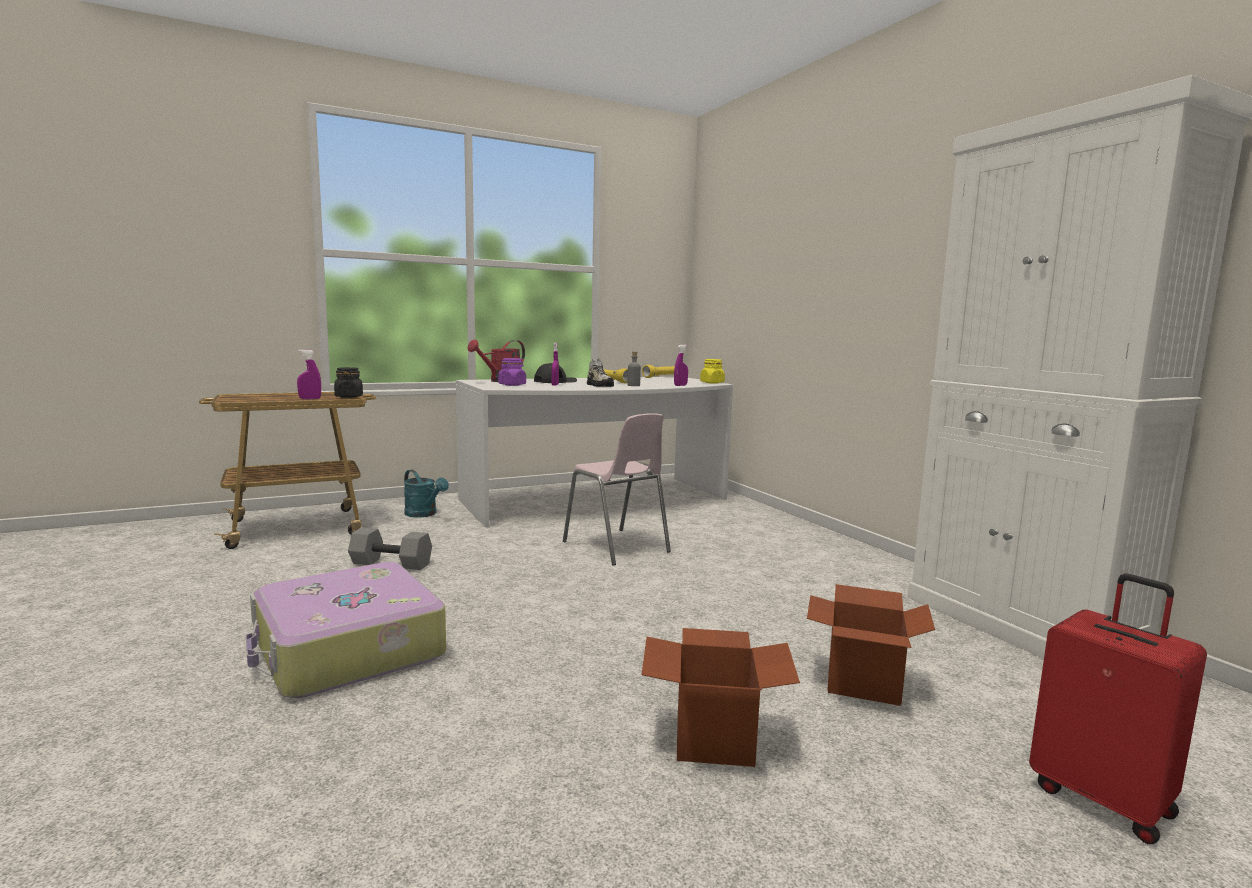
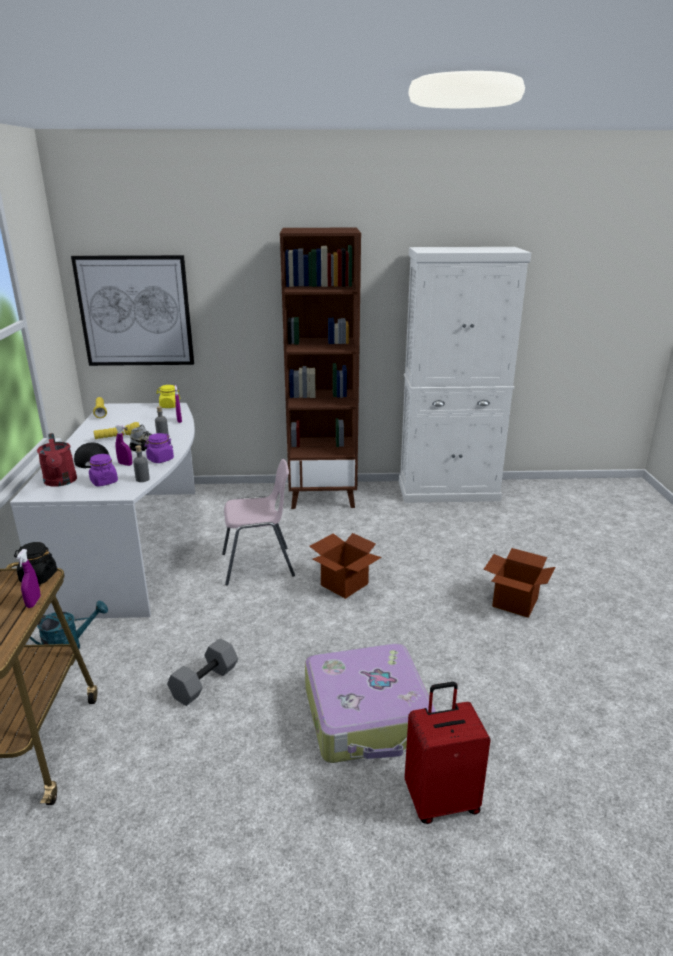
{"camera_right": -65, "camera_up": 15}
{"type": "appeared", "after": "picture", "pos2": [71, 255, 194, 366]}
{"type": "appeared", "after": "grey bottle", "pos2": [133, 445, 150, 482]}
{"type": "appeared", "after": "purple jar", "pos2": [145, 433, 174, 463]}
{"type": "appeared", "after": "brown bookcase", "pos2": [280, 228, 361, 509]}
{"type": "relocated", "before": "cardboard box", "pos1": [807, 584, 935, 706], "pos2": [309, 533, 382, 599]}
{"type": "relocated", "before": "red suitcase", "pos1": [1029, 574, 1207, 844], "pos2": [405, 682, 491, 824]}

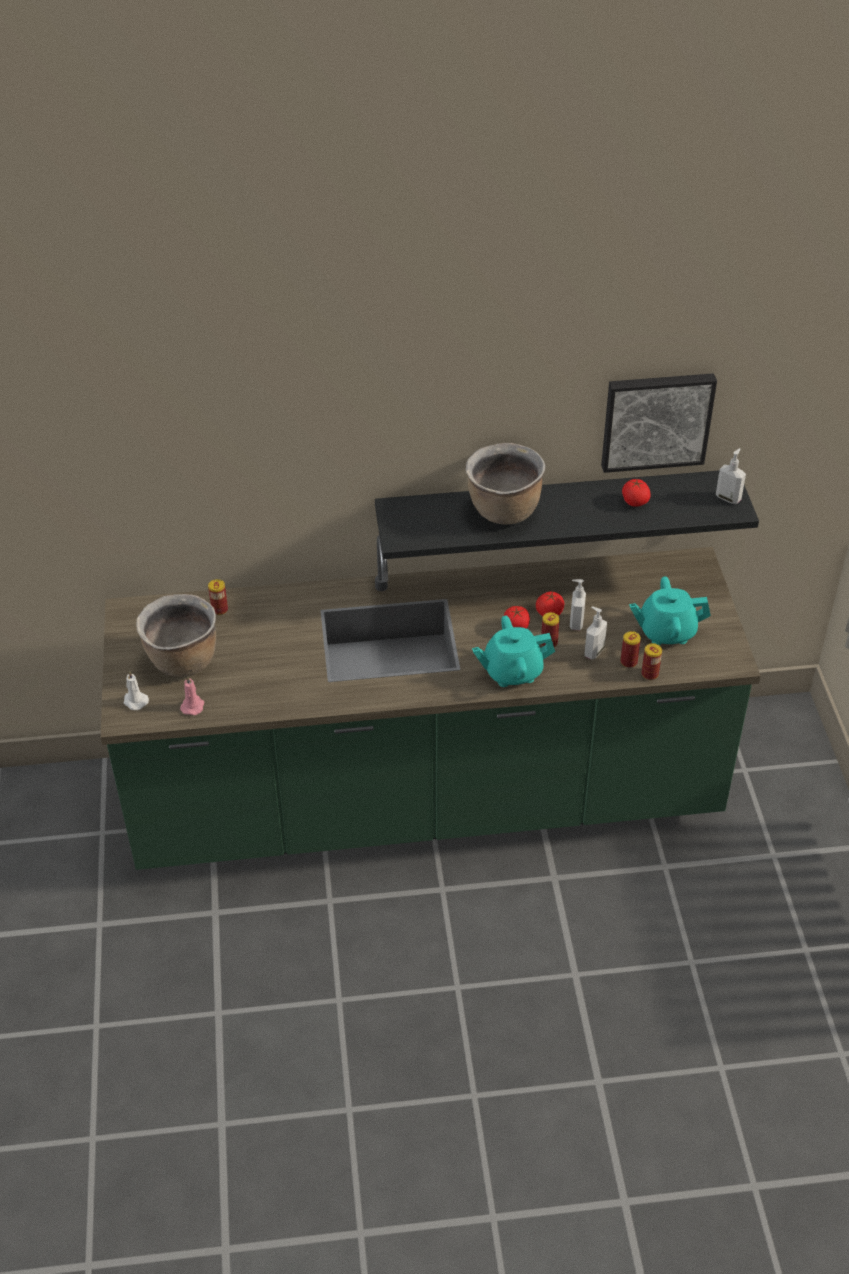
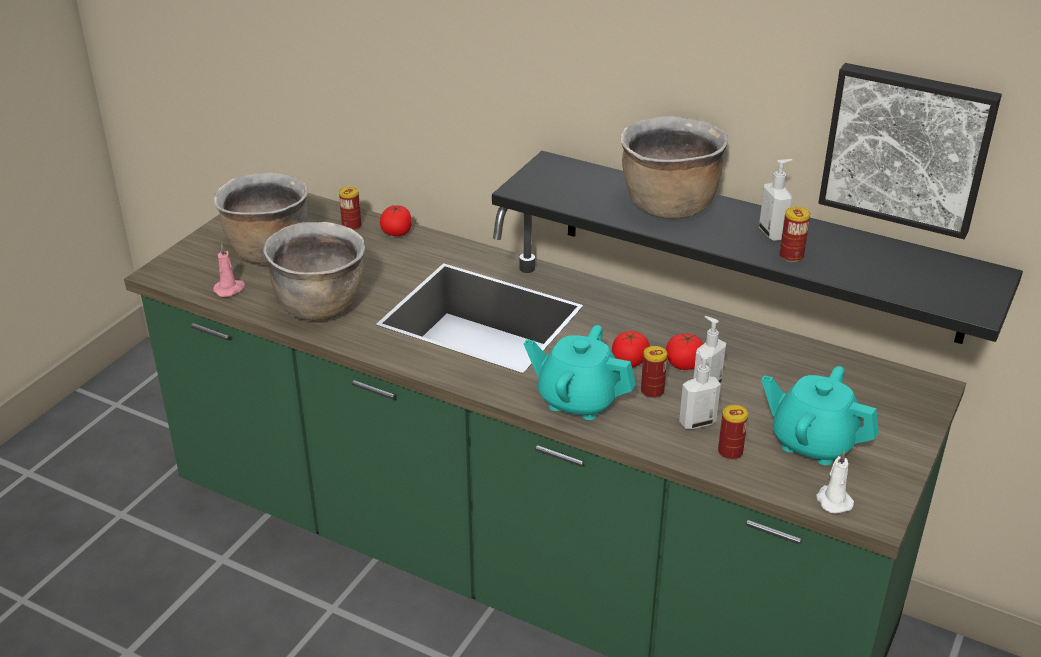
{"camera_right": 35, "camera_up": -10}
{"type": "appeared", "after": "brown cooking pot", "pos2": [263, 222, 365, 320]}
{"type": "relocated", "before": "tomato", "pos1": [622, 479, 651, 507], "pos2": [380, 206, 412, 236]}
{"type": "relocated", "before": "soap dispenser", "pos1": [716, 448, 746, 504], "pos2": [759, 159, 793, 241]}
{"type": "relocated", "before": "can", "pos1": [642, 643, 662, 680], "pos2": [780, 207, 810, 262]}
{"type": "relocated", "before": "white candle", "pos1": [124, 671, 149, 710], "pos2": [816, 451, 854, 514]}

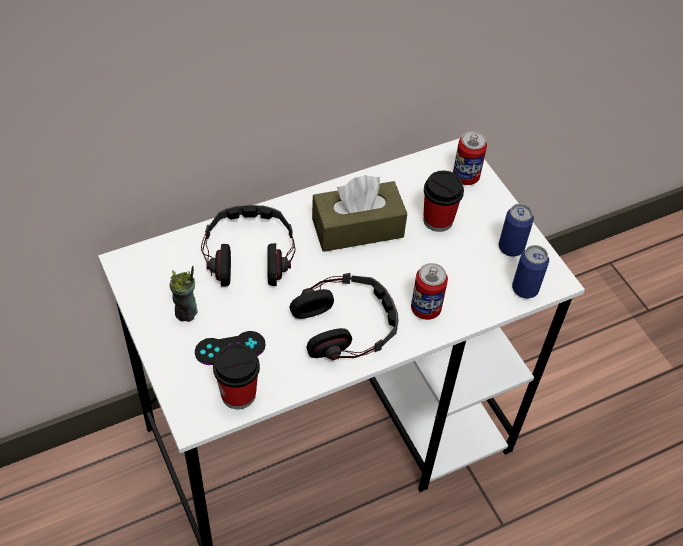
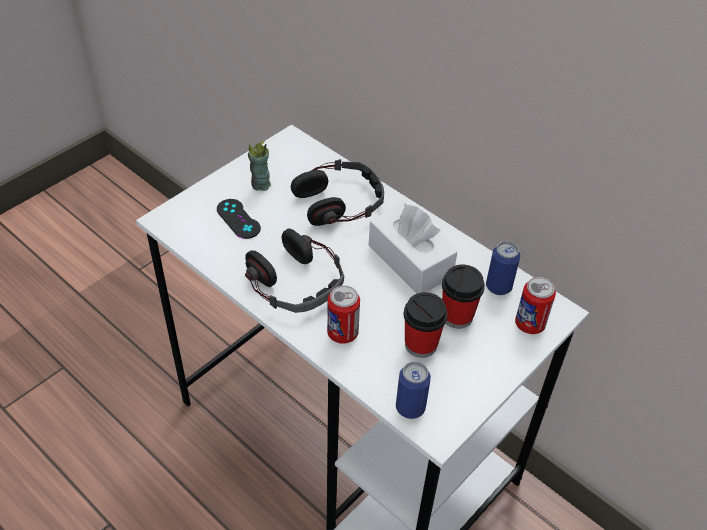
{"camera_right": 70, "camera_up": -5}
{"type": "colour", "before": "brown tissue box", "after": "white tissue box", "pos1": [312, 175, 407, 252], "pos2": [369, 204, 457, 293]}
{"type": "relocated", "before": "cup", "pos1": [213, 343, 260, 409], "pos2": [403, 292, 448, 358]}
{"type": "relocated", "before": "can", "pos1": [499, 204, 534, 257], "pos2": [486, 241, 520, 295]}

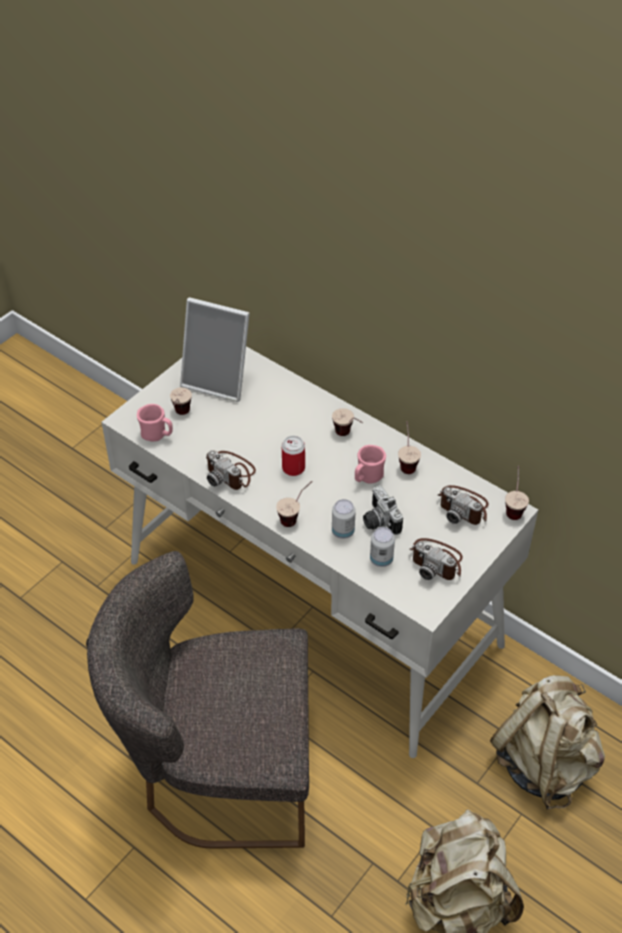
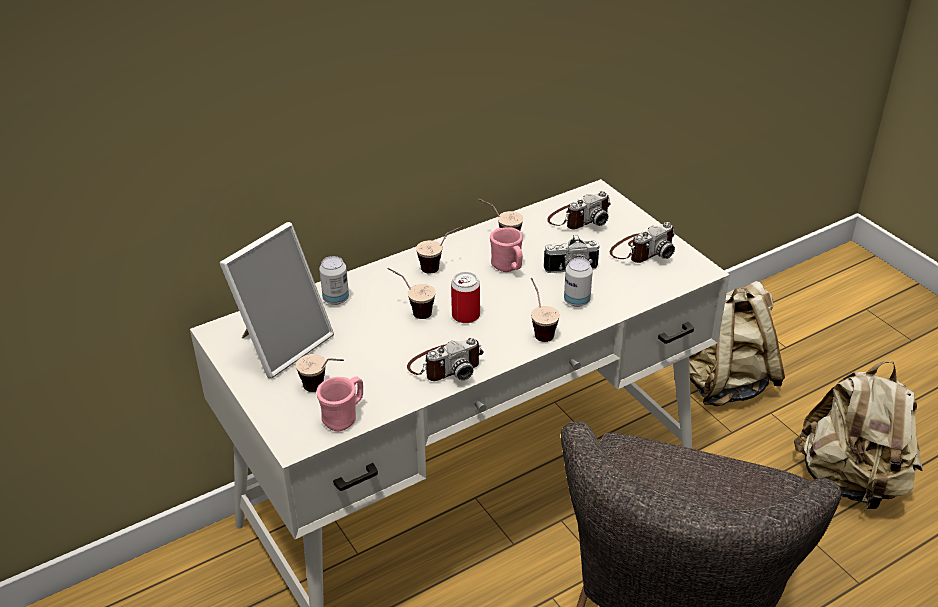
{"camera_right": -70, "camera_up": -10}
{"type": "relocated", "before": "can", "pos1": [370, 527, 395, 567], "pos2": [319, 256, 349, 305]}
{"type": "relocated", "before": "cup", "pos1": [505, 466, 529, 520], "pos2": [388, 268, 436, 319]}

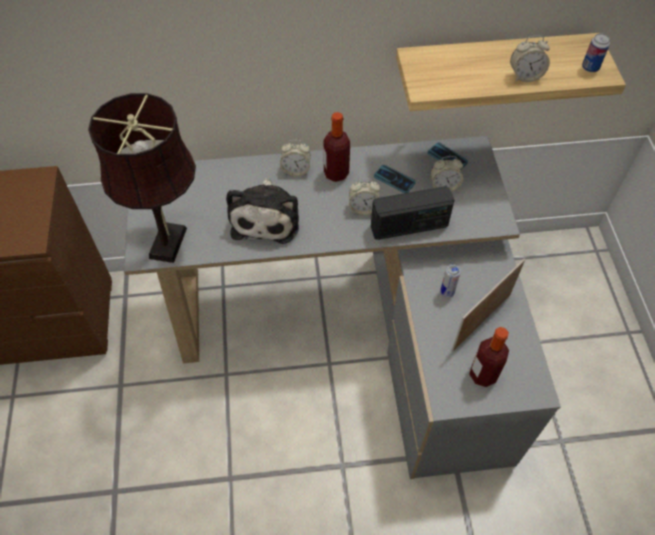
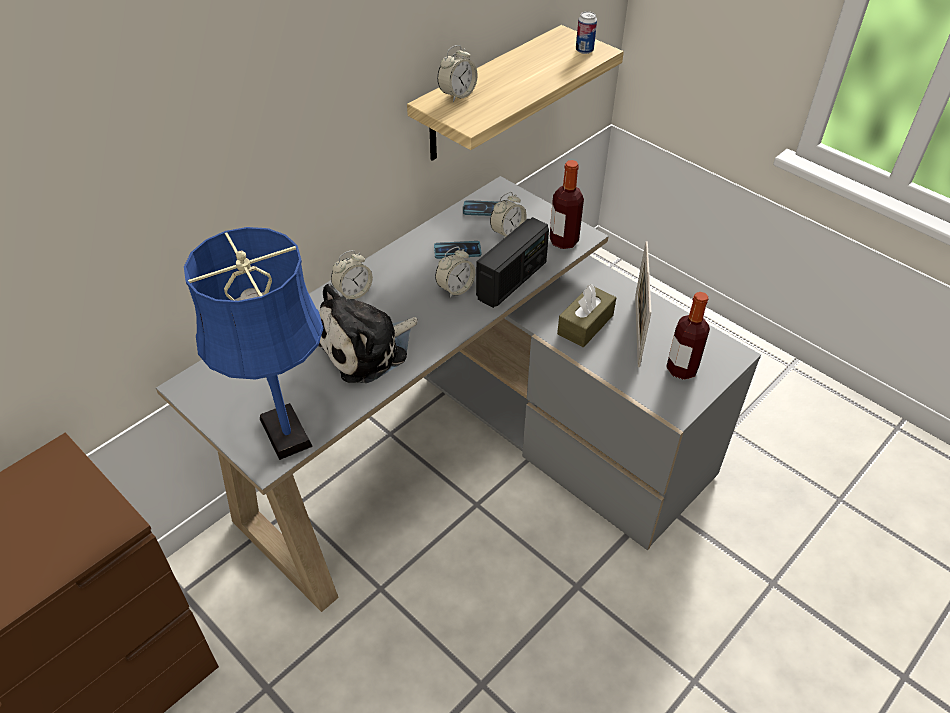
{"camera_right": -40, "camera_up": -10}
{"type": "colour", "before": "brown table lamp", "after": "blue table lamp", "pos1": [88, 93, 196, 263], "pos2": [184, 227, 323, 460]}
{"type": "spun", "before": "plush toy", "pos1": [226, 178, 299, 244], "pos2": [318, 283, 418, 383], "turn": 90}
{"type": "relocated", "before": "alarm clock", "pos1": [510, 35, 550, 82], "pos2": [437, 45, 477, 102]}
{"type": "relocated", "before": "bottle", "pos1": [323, 112, 350, 182], "pos2": [549, 160, 584, 249]}
{"type": "exchanged", "before": "can", "after": "brown tissue box", "pos1": [440, 264, 461, 298], "pos2": [557, 284, 616, 347]}

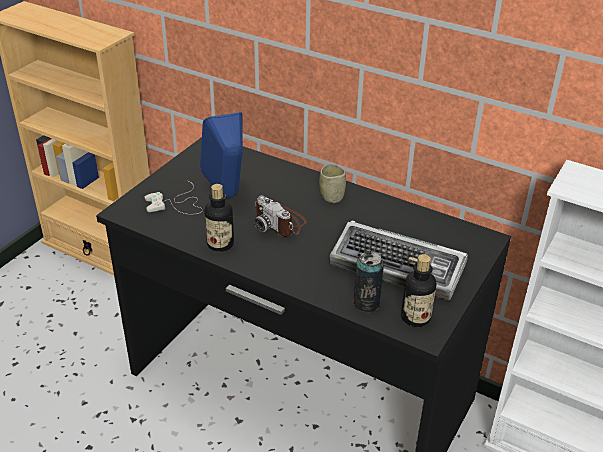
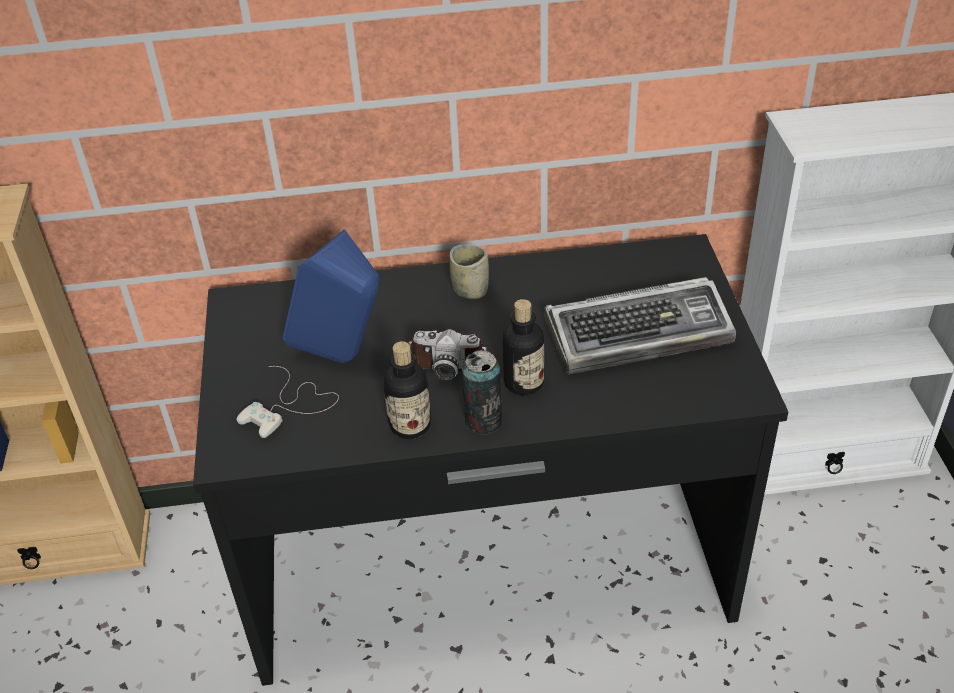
{"camera_right": -35, "camera_up": 5}
{"type": "relocated", "before": "can", "pos1": [353, 251, 384, 313], "pos2": [462, 350, 502, 435]}
{"type": "relocated", "before": "bottle", "pos1": [401, 254, 436, 327], "pos2": [503, 299, 544, 396]}

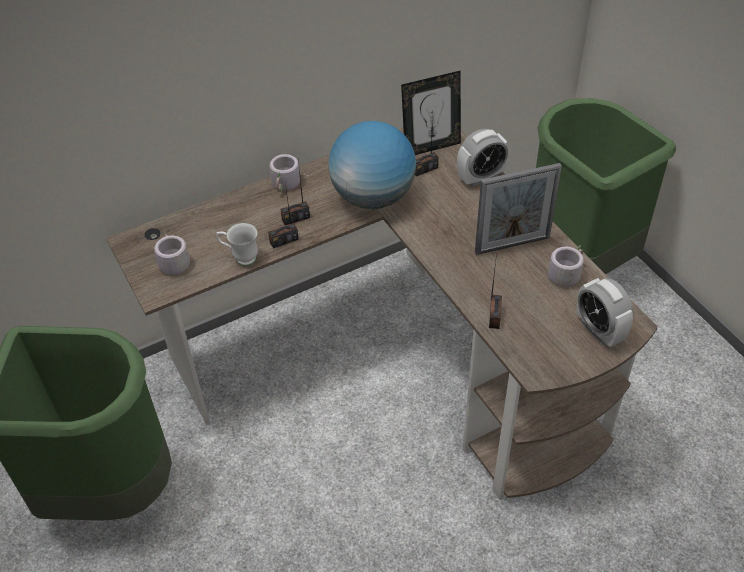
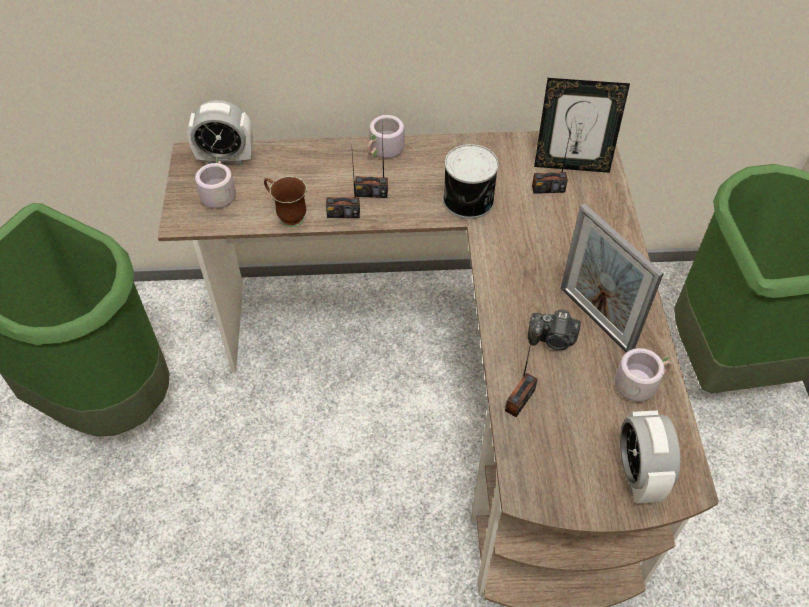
{"camera_right": 25, "camera_up": 5}
{"type": "relocated", "before": "alarm clock", "pos1": [457, 129, 509, 187], "pos2": [187, 100, 253, 165]}
{"type": "colour", "before": "white mug", "after": "brown mug", "pos1": [216, 223, 258, 266], "pos2": [264, 176, 307, 227]}
{"type": "exchanged", "before": "globe", "after": "can", "pos1": [328, 121, 416, 209], "pos2": [443, 144, 499, 219]}
{"type": "appeared", "after": "photo camera", "pos2": [528, 309, 581, 350]}
{"type": "spun", "before": "picture frame", "pos1": [475, 163, 562, 255], "pos2": [561, 203, 664, 353], "turn": 45}

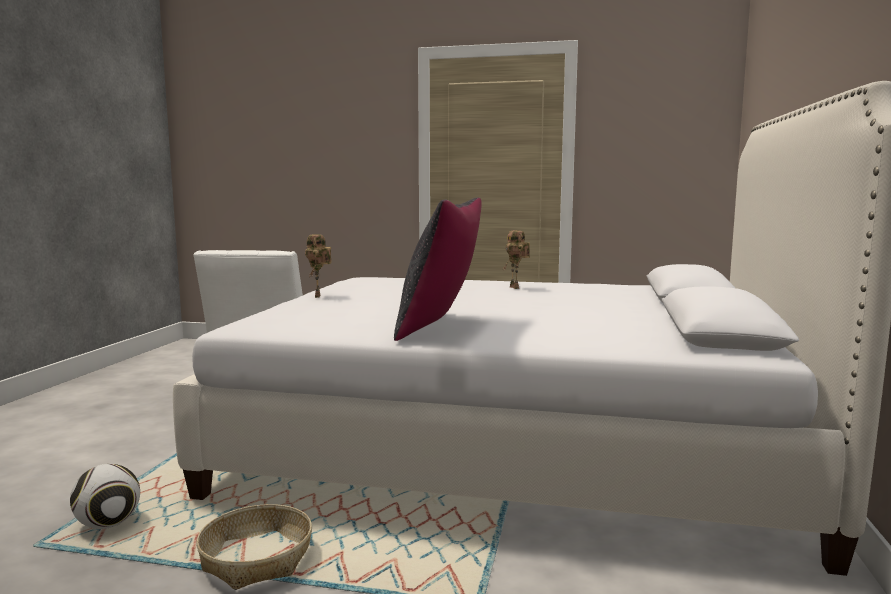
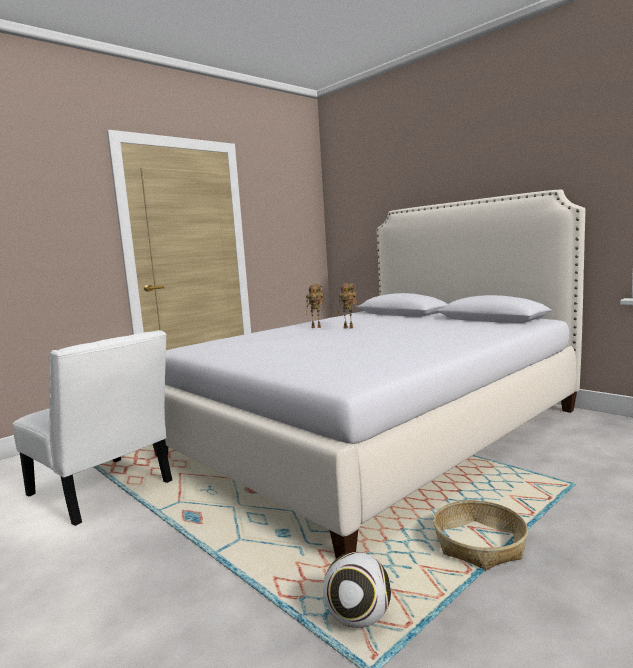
{"camera_right": -55, "camera_up": 0}
{"type": "relocated", "before": "toy robot", "pos1": [305, 234, 332, 298], "pos2": [338, 283, 357, 329]}
{"type": "missing", "before": "black pillow", "pos1": [394, 198, 482, 341]}

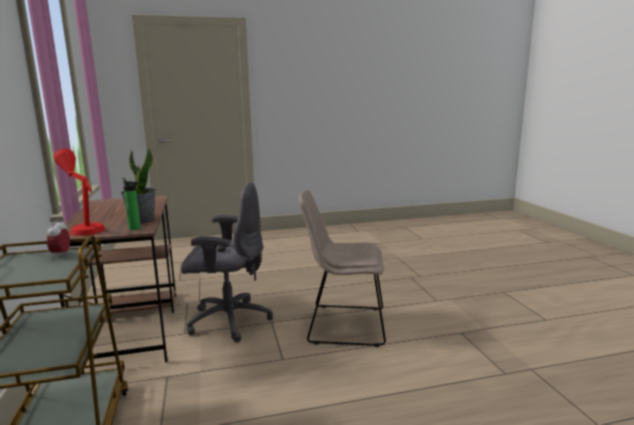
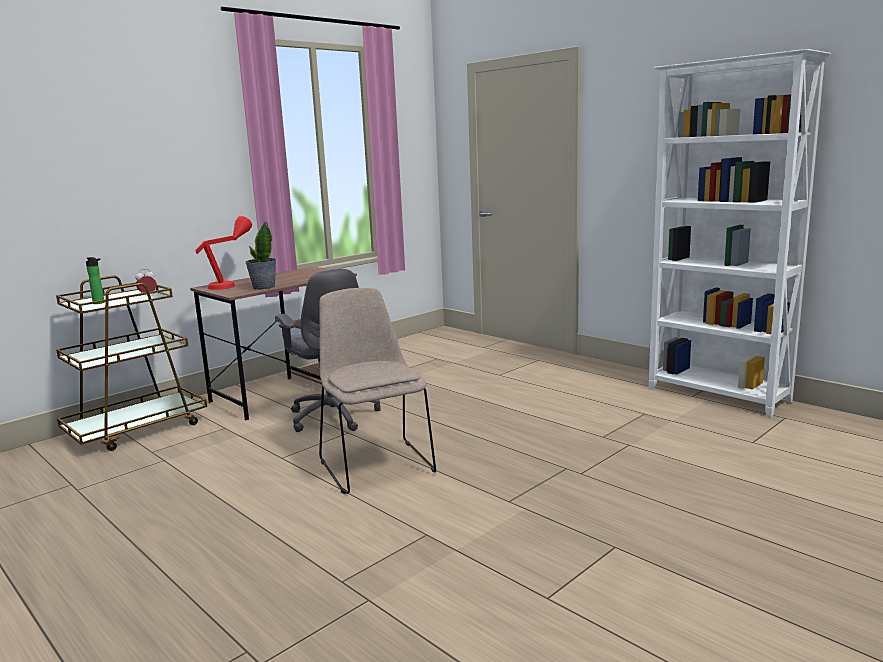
{"camera_right": 60, "camera_up": 0}
{"type": "relocated", "before": "bottle", "pos1": [123, 181, 141, 230], "pos2": [86, 257, 105, 304]}
{"type": "appeared", "after": "white bookcase", "pos2": [649, 49, 831, 417]}

